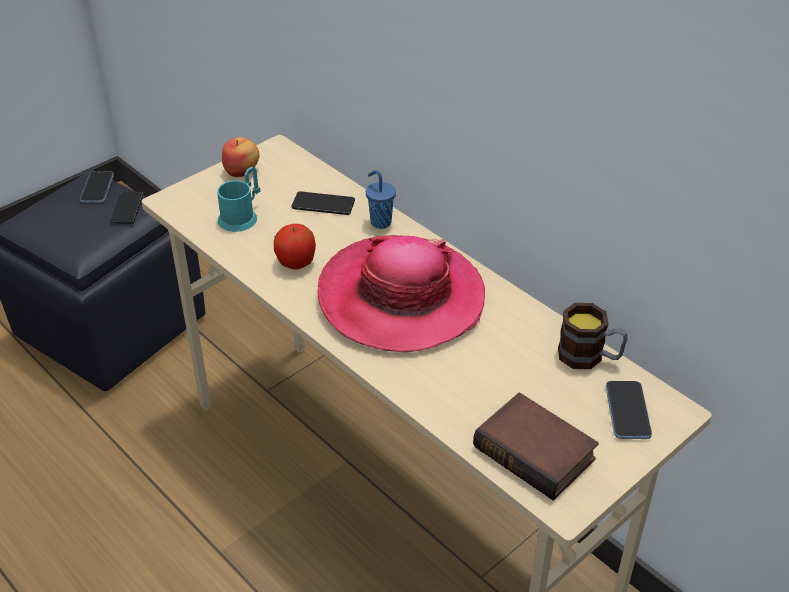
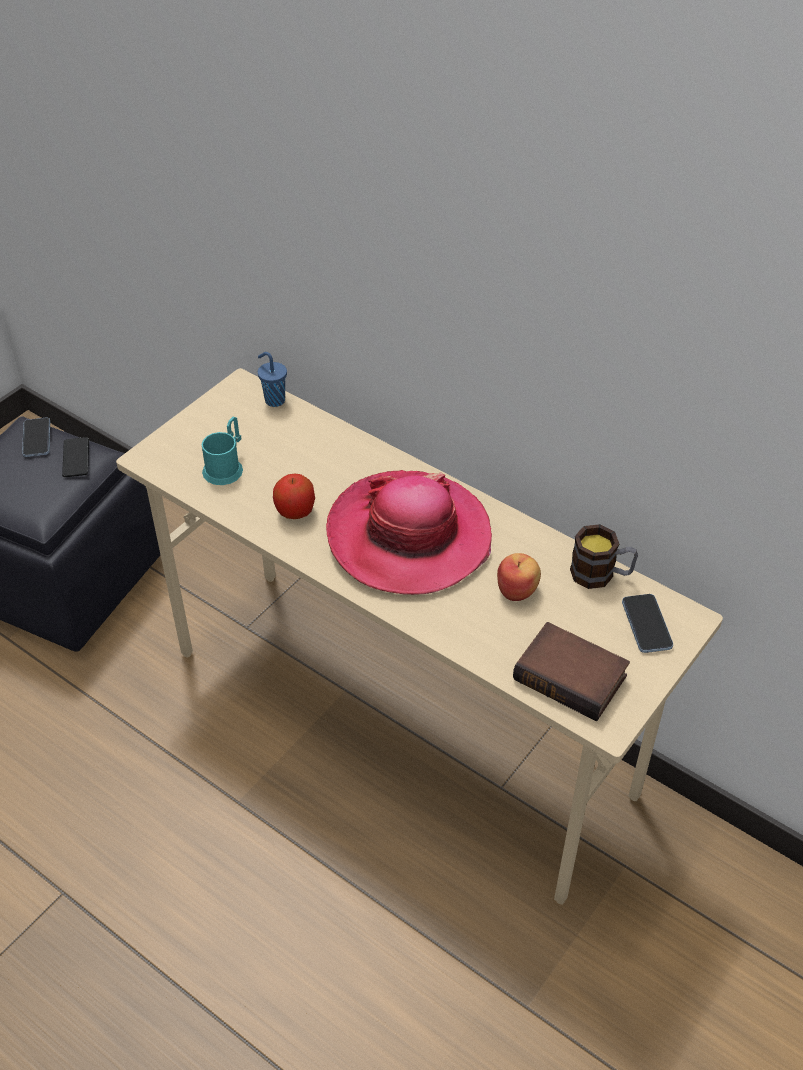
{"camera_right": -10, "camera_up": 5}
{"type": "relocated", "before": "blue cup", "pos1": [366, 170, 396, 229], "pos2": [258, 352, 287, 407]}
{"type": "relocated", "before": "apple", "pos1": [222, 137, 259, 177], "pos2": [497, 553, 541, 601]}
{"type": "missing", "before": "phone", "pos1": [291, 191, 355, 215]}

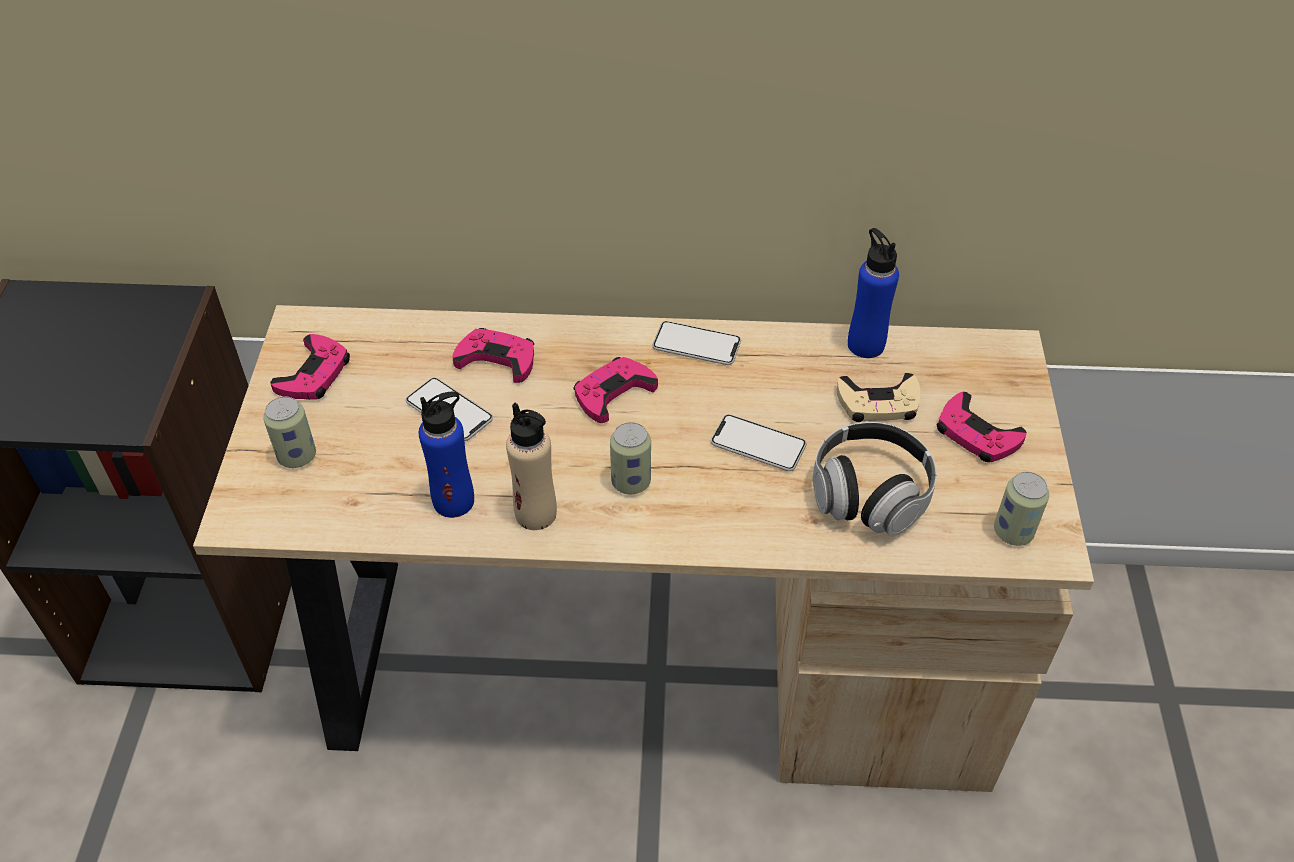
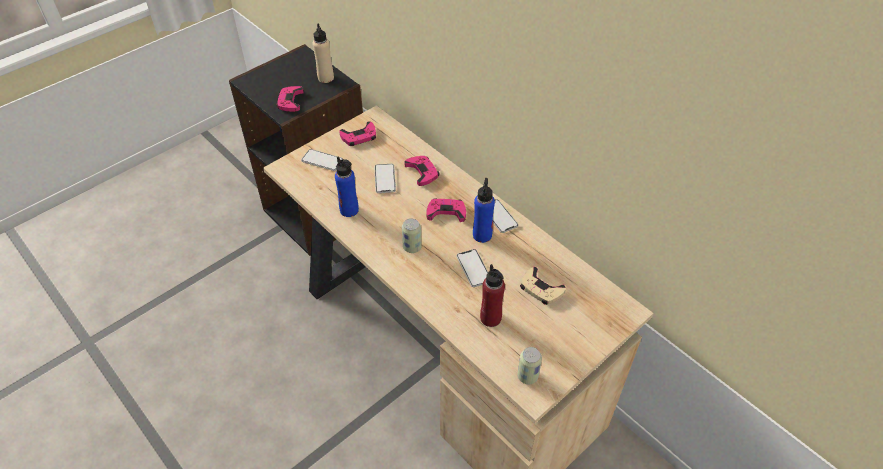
{"camera_right": 45, "camera_up": 0}
{"type": "relocated", "before": "pink game controller", "pos1": [937, 392, 1027, 462], "pos2": [276, 86, 304, 112]}
{"type": "exchanged", "before": "can", "after": "phone", "pos1": [263, 396, 316, 468], "pos2": [301, 149, 343, 171]}
{"type": "relocated", "before": "beige bottle", "pos1": [506, 403, 557, 530], "pos2": [312, 23, 334, 83]}
{"type": "relocated", "before": "blue bottle", "pos1": [848, 228, 899, 358], "pos2": [473, 178, 495, 243]}
{"type": "exchanged", "before": "headphones", "after": "red bottle", "pos1": [813, 422, 937, 536], "pos2": [480, 264, 505, 327]}

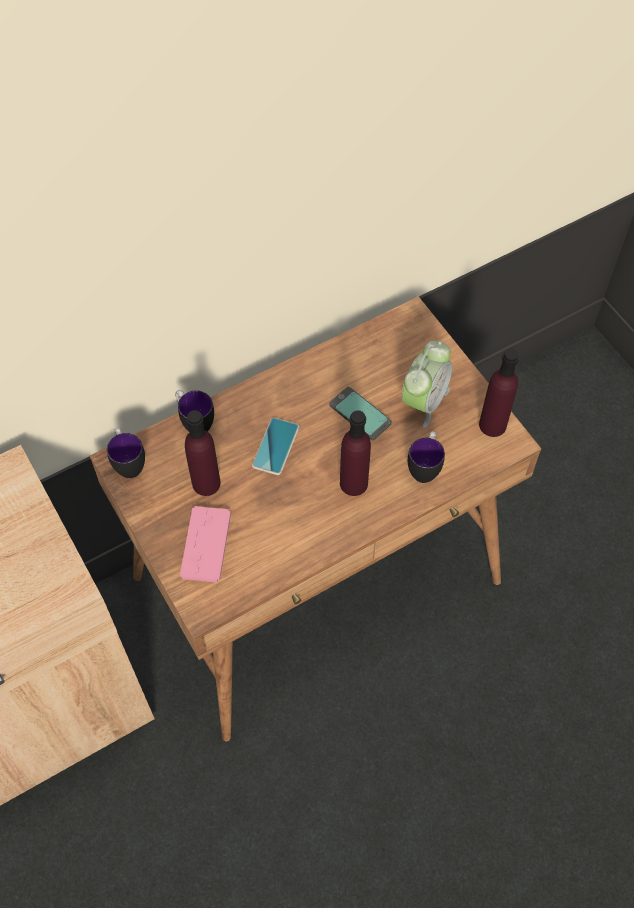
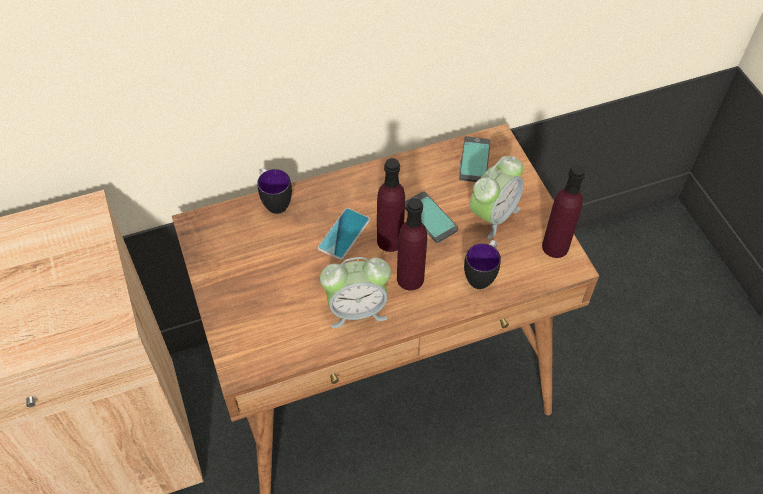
{"camera_right": 10, "camera_up": -5}
{"type": "appeared", "after": "alarm clock", "pos2": [320, 257, 391, 328]}
{"type": "relocated", "before": "purple bottle", "pos1": [185, 410, 221, 496], "pos2": [377, 158, 405, 252]}
{"type": "appeared", "after": "phone", "pos2": [459, 136, 491, 182]}
{"type": "missing", "before": "mug", "pos1": [107, 428, 145, 478]}
{"type": "missing", "before": "pink game controller", "pos1": [180, 506, 231, 583]}

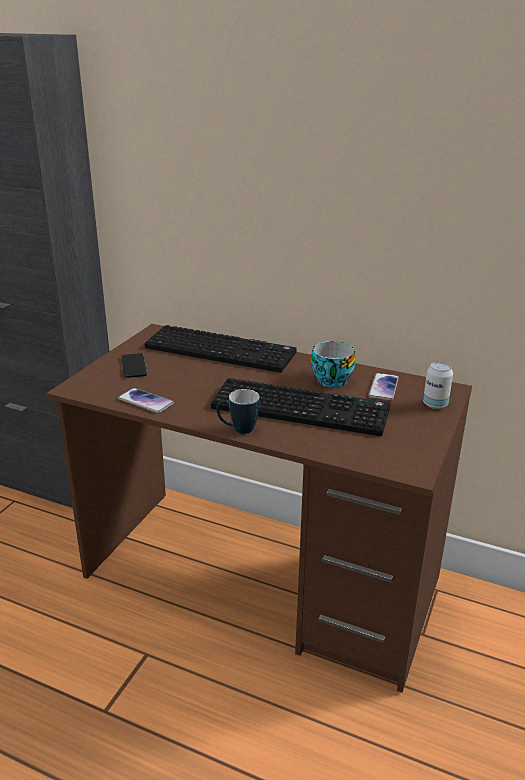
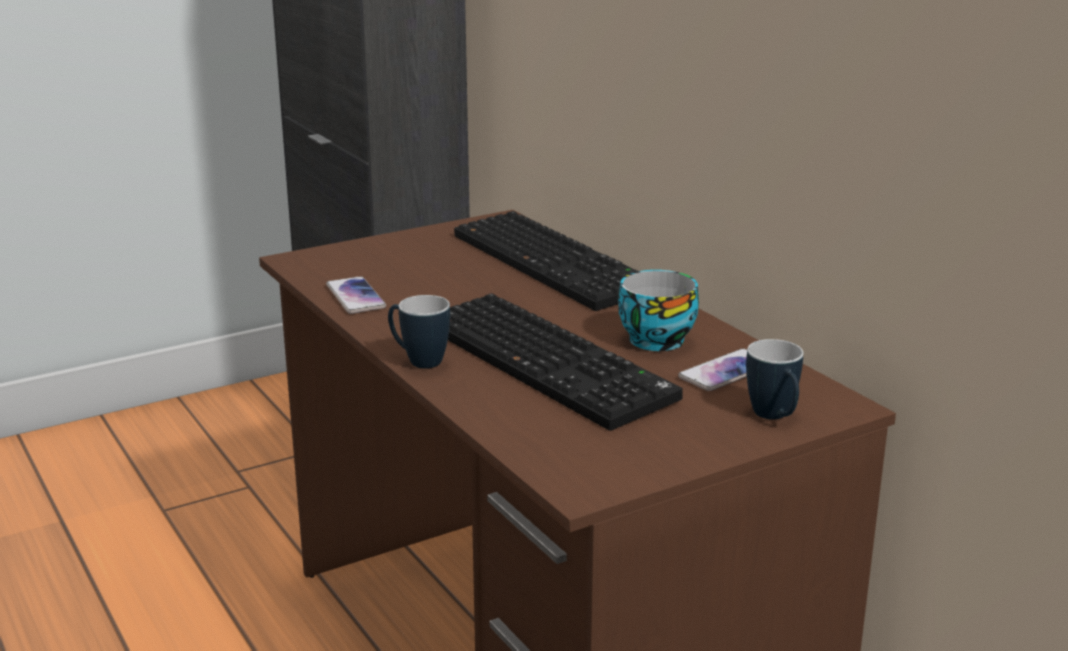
{"camera_right": 35, "camera_up": -5}
{"type": "exchanged", "before": "can", "after": "mug", "pos1": [423, 362, 453, 409], "pos2": [746, 339, 803, 420]}
{"type": "missing", "before": "phone", "pos1": [122, 353, 147, 378]}

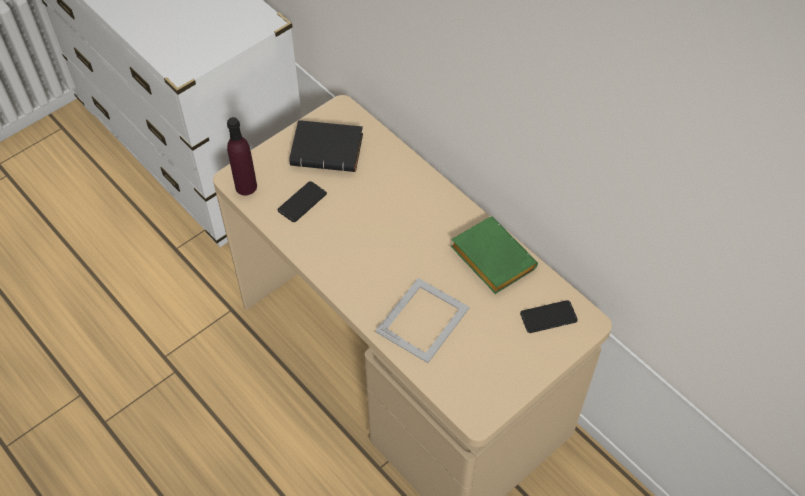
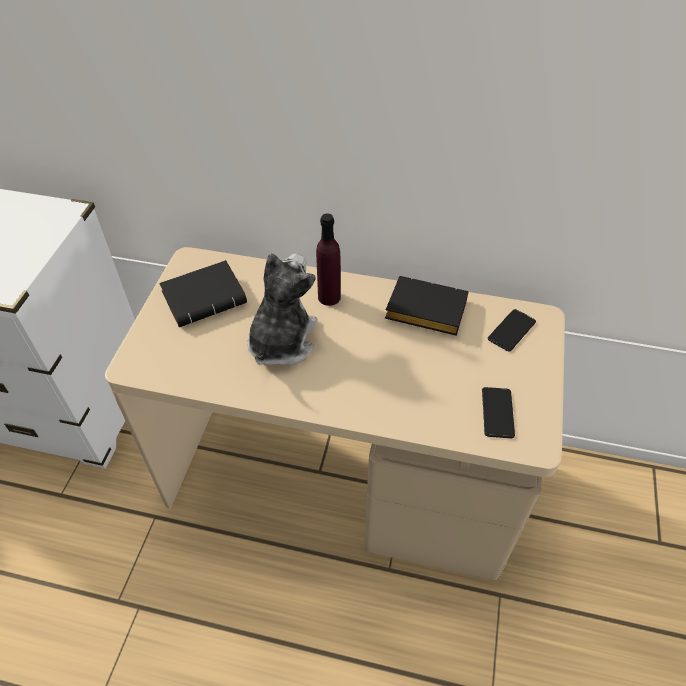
{"camera_right": -35, "camera_up": -5}
{"type": "appeared", "after": "plush toy", "pos2": [247, 253, 318, 366]}
{"type": "relocated", "before": "purple bottle", "pos1": [227, 117, 257, 195], "pos2": [316, 213, 341, 306]}
{"type": "colour", "before": "green book", "after": "black book", "pos1": [450, 216, 538, 294], "pos2": [385, 276, 468, 336]}
{"type": "relocated", "before": "phone", "pos1": [278, 181, 327, 222], "pos2": [482, 387, 515, 438]}
{"type": "missing", "before": "picture frame", "pos1": [376, 278, 470, 363]}

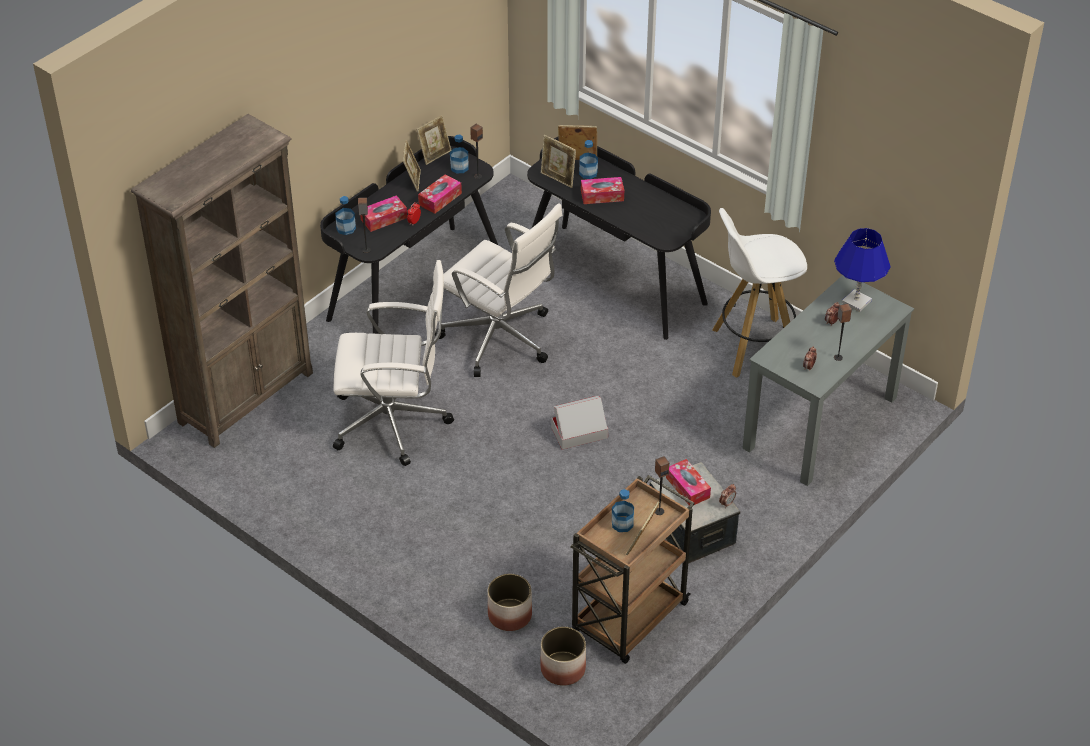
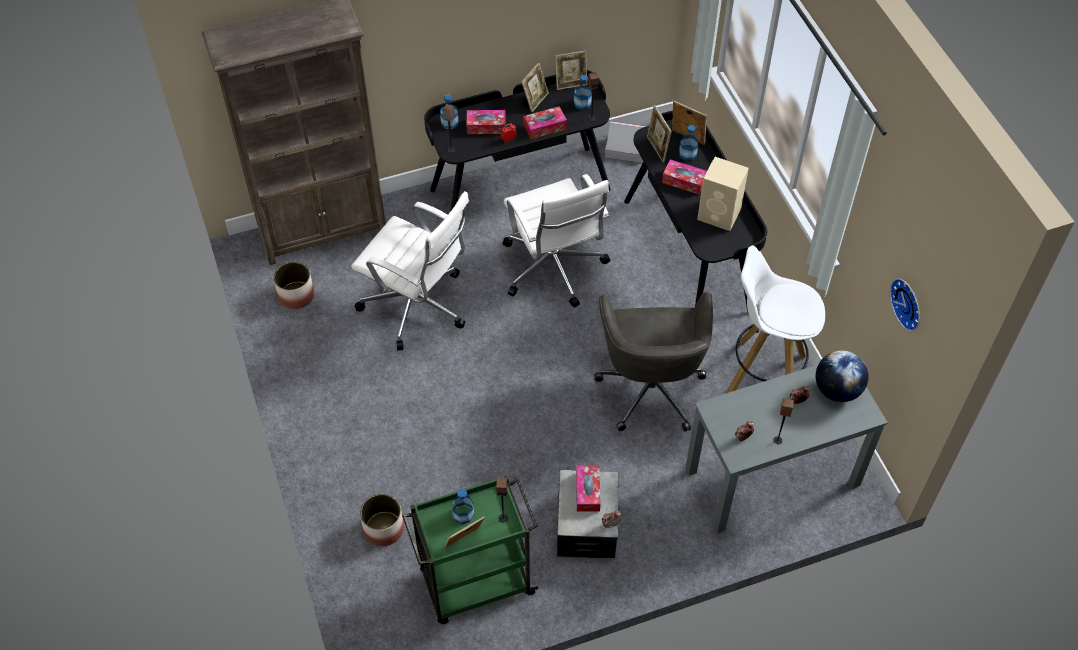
{"camera_right": 30, "camera_up": 10}
{"type": "relocated", "before": "planter", "pos1": [540, 626, 586, 686], "pos2": [273, 262, 314, 309]}
{"type": "colour", "before": "brown cart", "after": "green cart", "pos1": [571, 475, 695, 664], "pos2": [402, 475, 539, 624]}
{"type": "appeared", "after": "grey office chair", "pos2": [595, 292, 713, 432]}
{"type": "relocated", "before": "cardboard box", "pos1": [551, 396, 608, 449], "pos2": [605, 121, 646, 163]}
{"type": "appeared", "after": "beige speaker", "pos2": [697, 157, 749, 231]}
{"type": "exchanged", "before": "blue table lamp", "after": "globe", "pos1": [834, 228, 890, 312], "pos2": [816, 350, 869, 402]}
{"type": "appeared", "after": "wall clock", "pos2": [890, 278, 920, 331]}

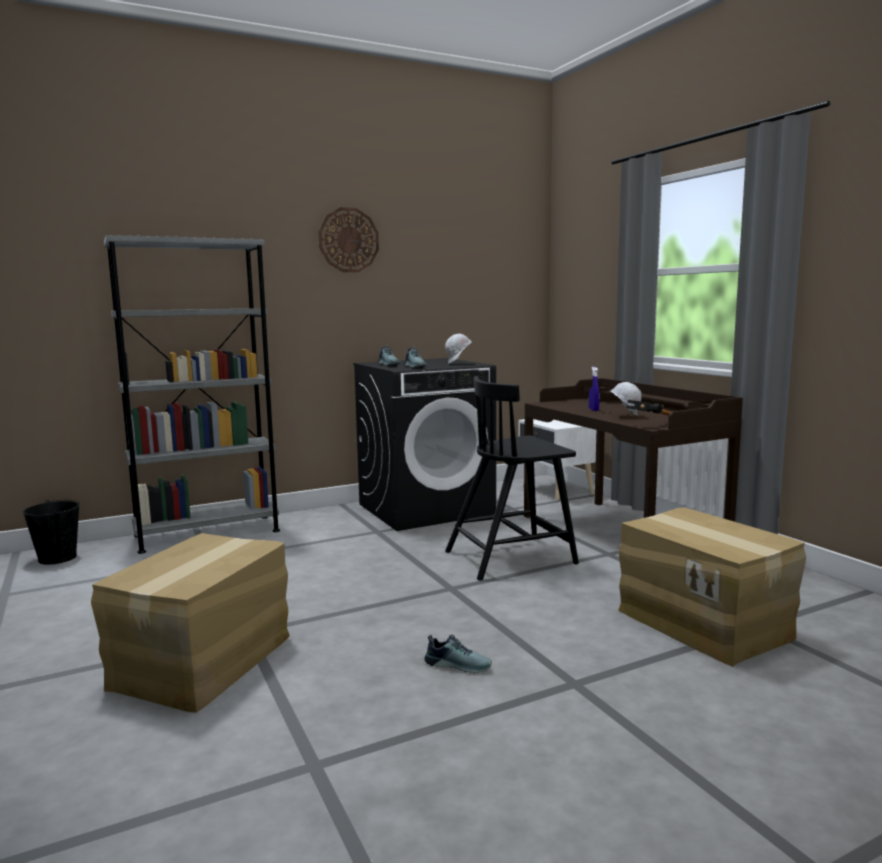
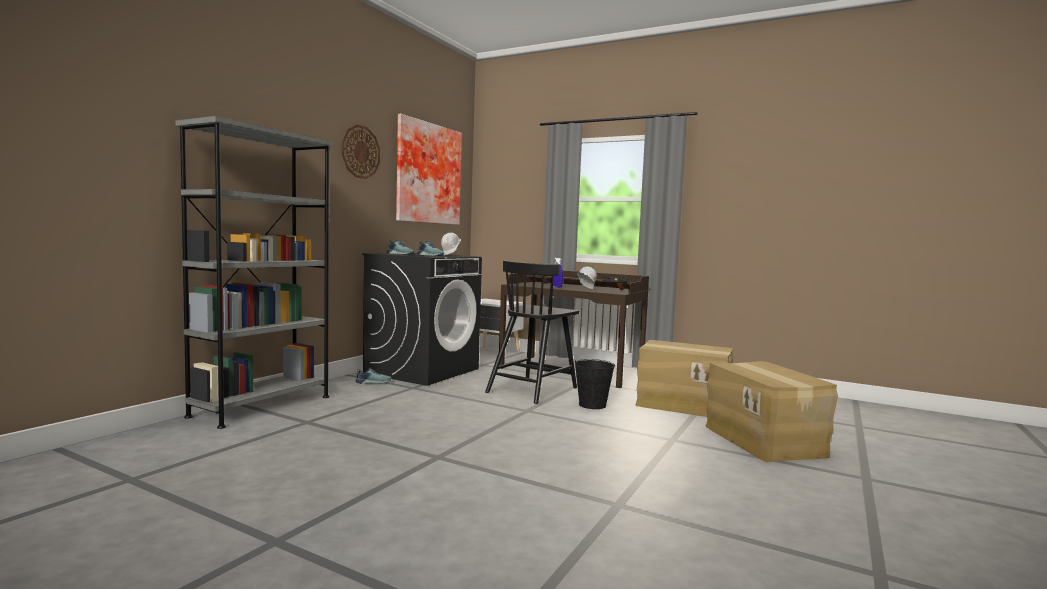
{"camera_right": -35, "camera_up": -5}
{"type": "relocated", "before": "shoe", "pos1": [424, 634, 492, 673], "pos2": [356, 368, 391, 384]}
{"type": "appeared", "after": "picture", "pos2": [396, 114, 462, 225]}
{"type": "relocated", "before": "black bucket", "pos1": [23, 500, 80, 565], "pos2": [575, 359, 615, 409]}
{"type": "relocated", "before": "cardboard box", "pos1": [91, 533, 290, 713], "pos2": [705, 361, 838, 462]}

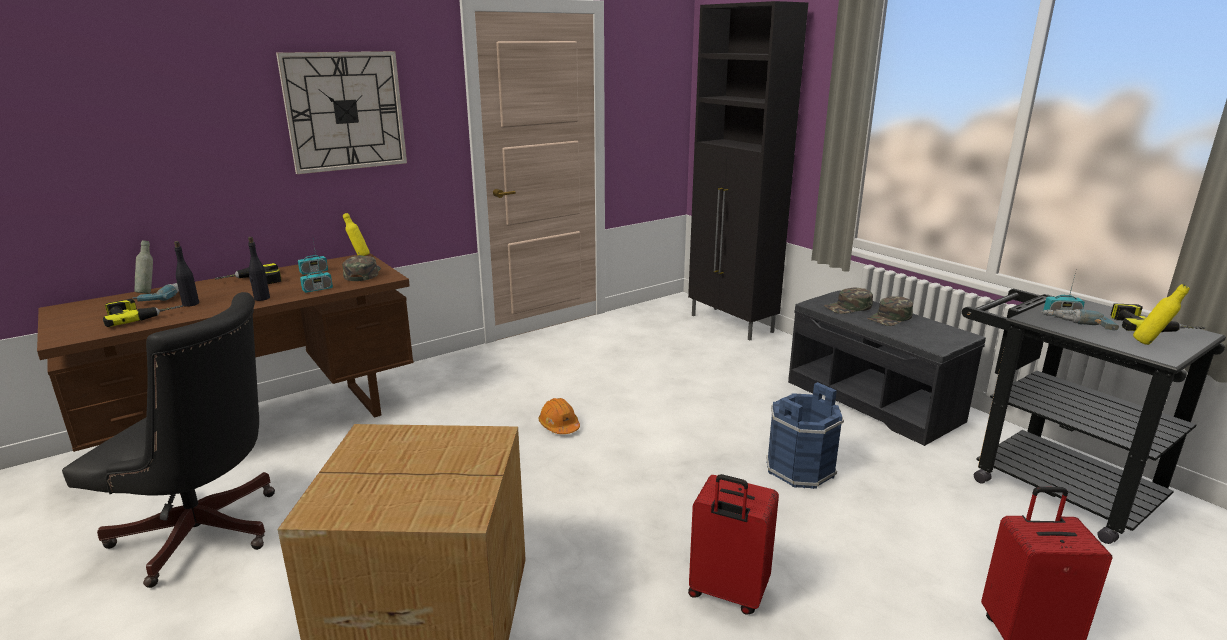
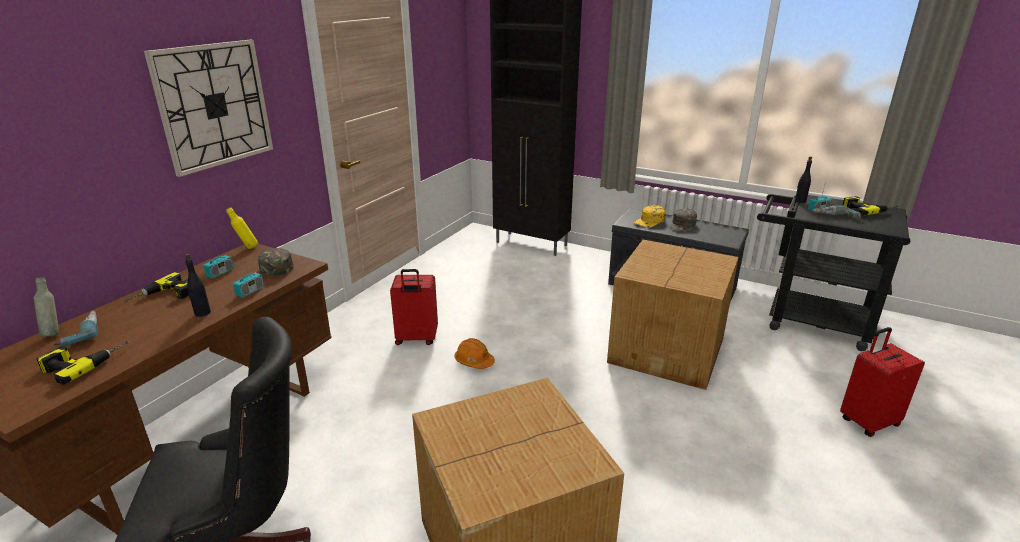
{"camera_right": -25, "camera_up": 5}
{"type": "relocated", "before": "red suitcase", "pos1": [688, 474, 779, 615], "pos2": [390, 269, 438, 345]}
{"type": "exchanged", "before": "blue bucket", "after": "cardboard box", "pos1": [766, 382, 844, 489], "pos2": [607, 240, 739, 390]}
{"type": "colour", "before": "green cap", "after": "yellow cap", "pos1": [824, 287, 873, 314], "pos2": [634, 206, 666, 228]}
{"type": "relocated", "before": "black bottle", "pos1": [174, 241, 199, 307], "pos2": [795, 157, 812, 203]}
{"type": "missing", "before": "yellow bottle", "pos1": [1133, 284, 1190, 345]}

